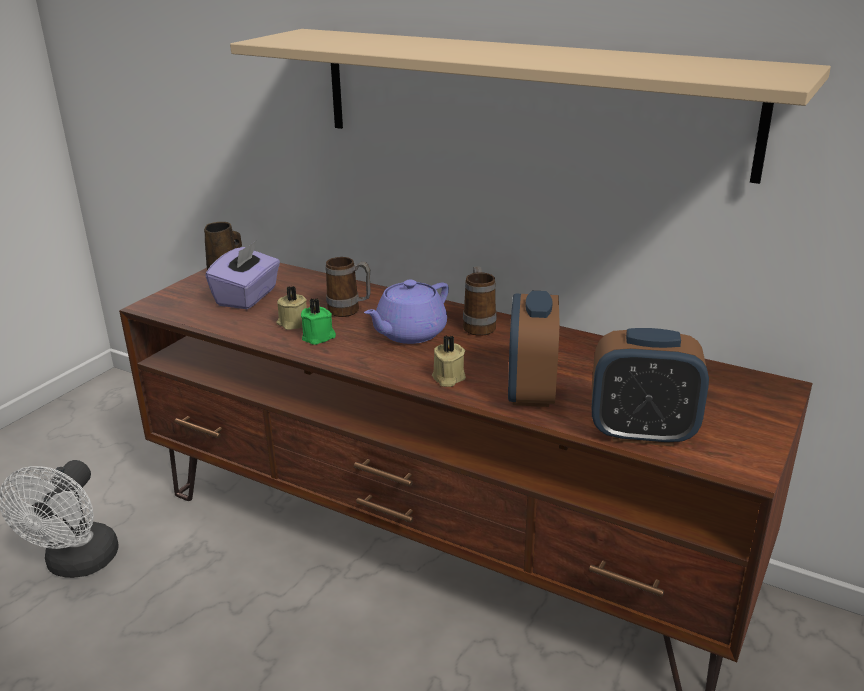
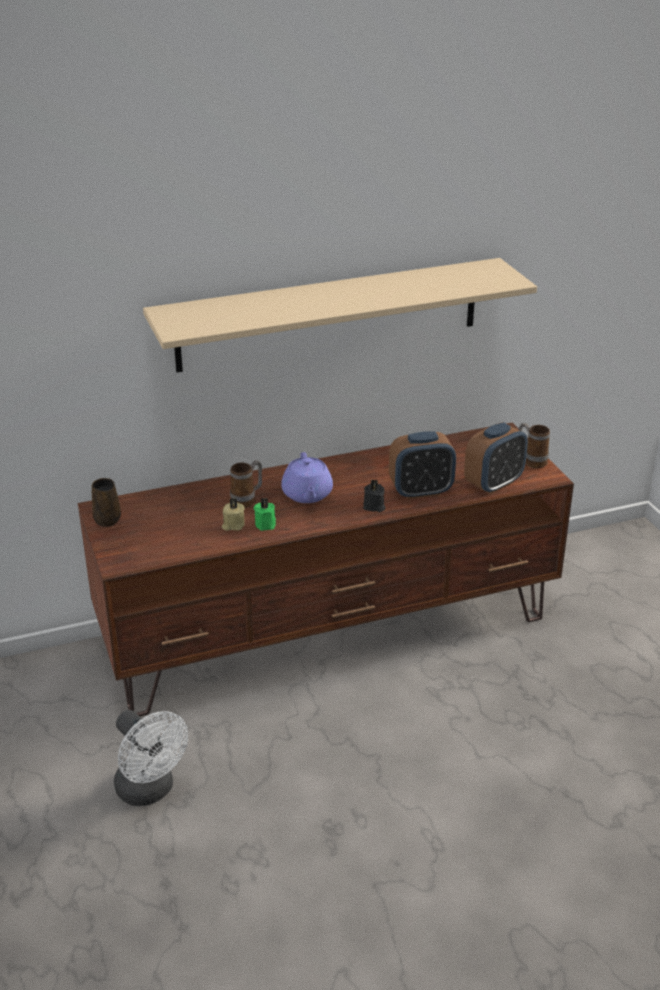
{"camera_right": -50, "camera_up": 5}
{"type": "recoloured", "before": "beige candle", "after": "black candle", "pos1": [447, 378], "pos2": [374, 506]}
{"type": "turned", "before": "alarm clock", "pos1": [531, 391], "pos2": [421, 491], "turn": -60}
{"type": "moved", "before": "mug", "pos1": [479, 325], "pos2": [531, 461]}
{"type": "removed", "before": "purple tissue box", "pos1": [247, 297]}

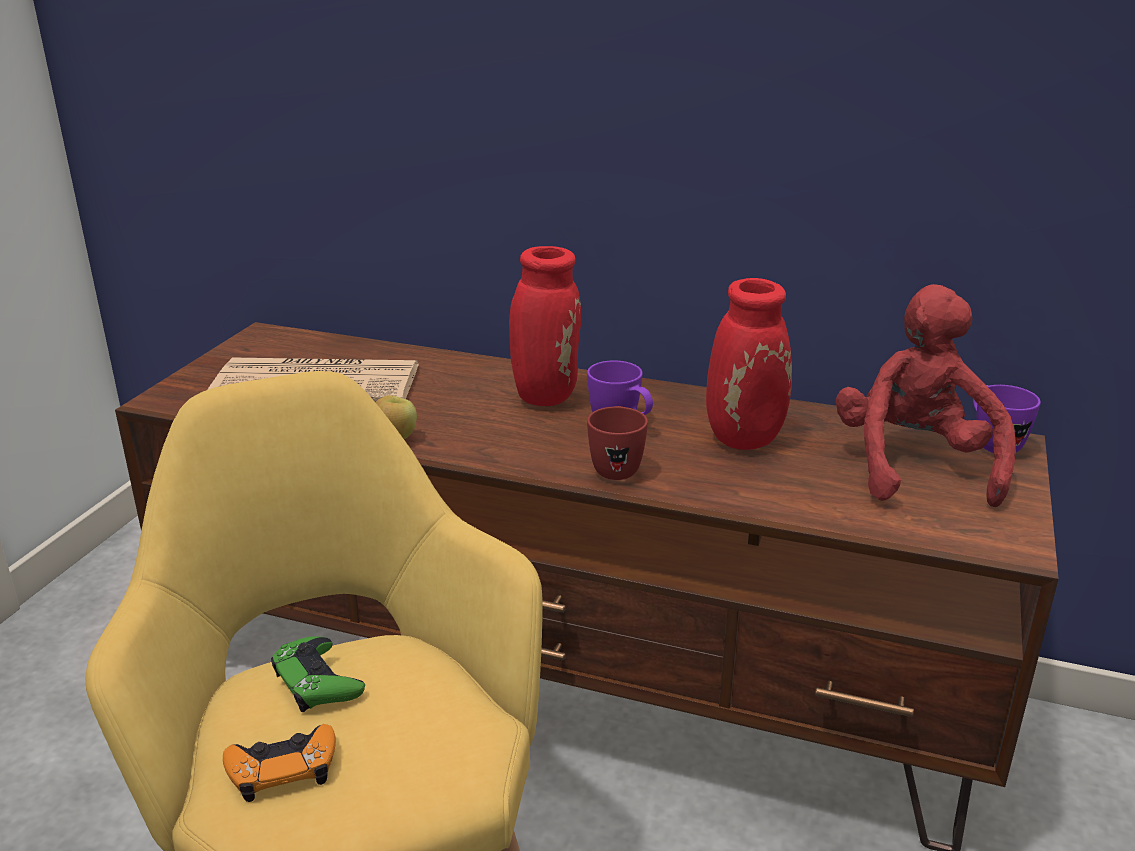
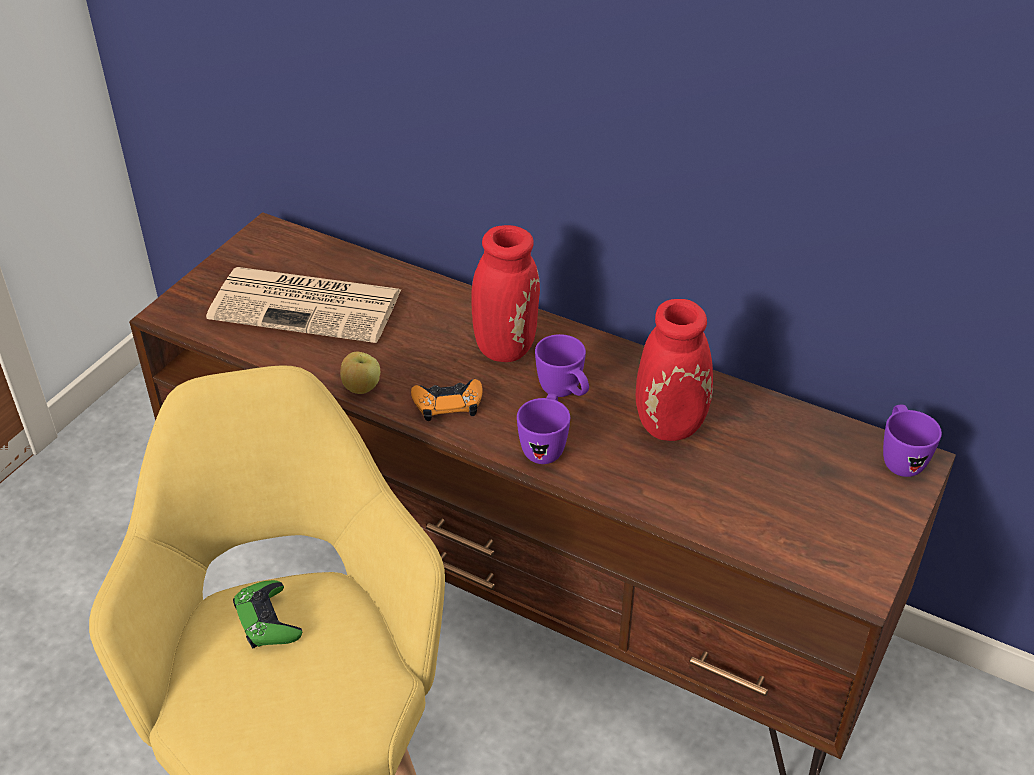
{"camera_right": 10, "camera_up": 15}
{"type": "moved", "before": "orange game controller", "pos1": [283, 768], "pos2": [448, 403]}
{"type": "recoloured", "before": "red mug", "after": "purple mug", "pos1": [616, 467], "pos2": [545, 447]}
{"type": "removed", "before": "red plush toy", "pos1": [914, 465]}

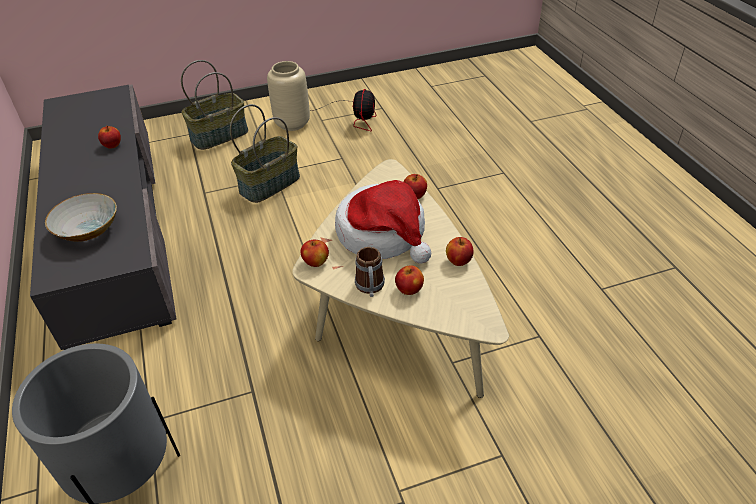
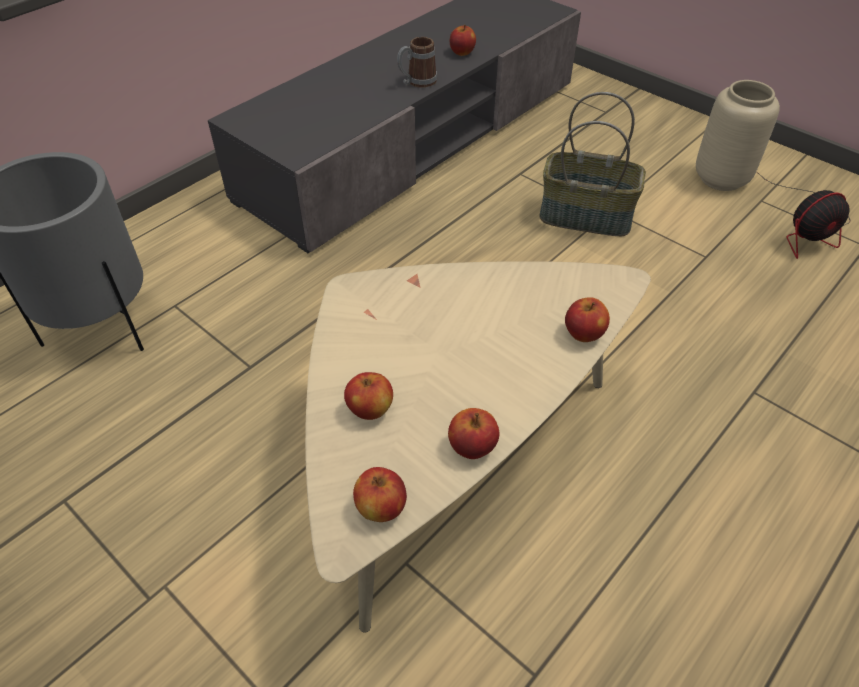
{"camera_right": 60, "camera_up": 5}
{"type": "moved", "before": "apple", "pos1": [316, 262], "pos2": [381, 508]}
{"type": "moved", "before": "mug", "pos1": [370, 288], "pos2": [417, 82]}
{"type": "removed", "before": "bowl", "pos1": [87, 230]}
{"type": "removed", "before": "basket", "pos1": [219, 135]}
{"type": "removed", "before": "hat", "pos1": [383, 234]}

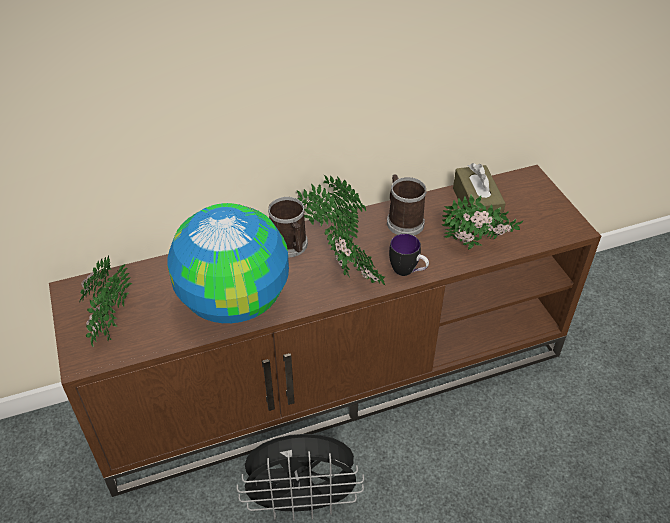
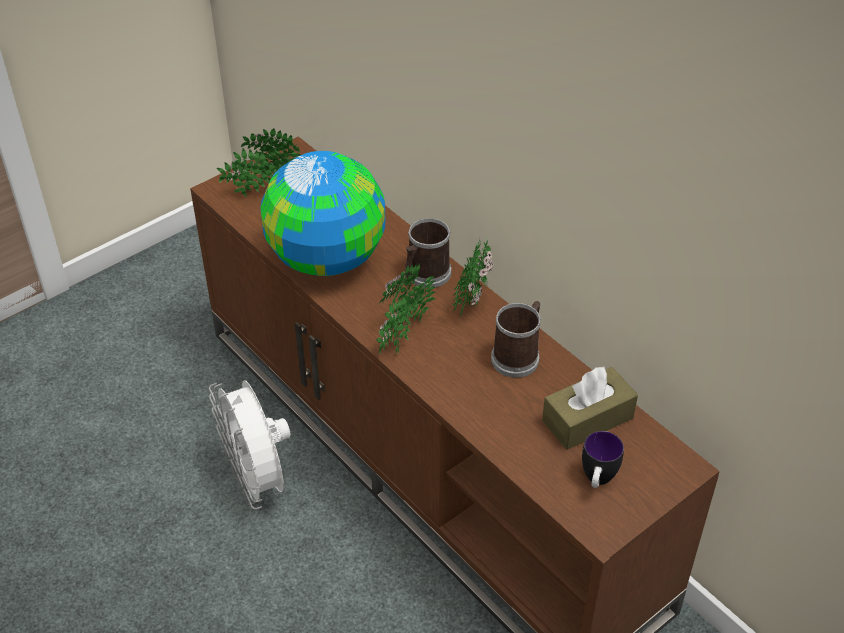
{"camera_right": 70, "camera_up": 0}
{"type": "recoloured", "before": "black fan", "after": "white fan", "pos1": [302, 502], "pos2": [257, 481]}
{"type": "moved", "before": "mug", "pos1": [408, 272], "pos2": [597, 481]}
{"type": "removed", "before": "potted plant", "pos1": [477, 246]}

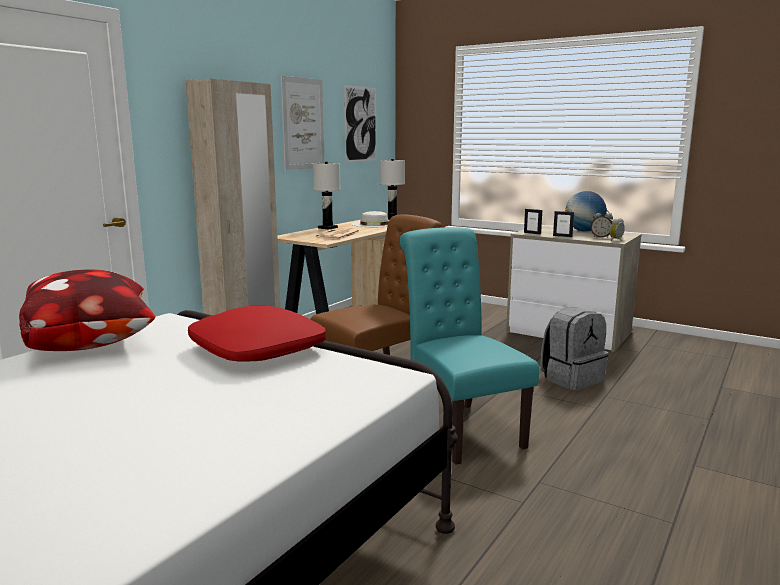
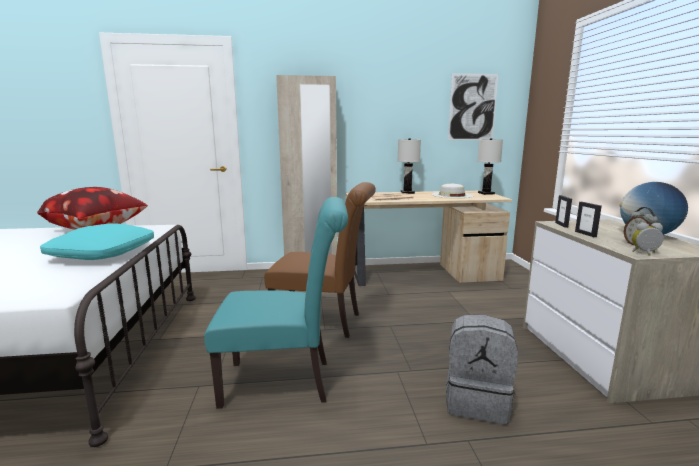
{"camera_right": 50, "camera_up": 0}
{"type": "recoloured", "before": "red pillow", "after": "turquoise pillow", "pos1": [256, 350], "pos2": [102, 253]}
{"type": "turned", "before": "turquoise chair", "pos1": [460, 428], "pos2": [285, 382], "turn": 60}
{"type": "removed", "before": "picture", "pos1": [303, 124]}

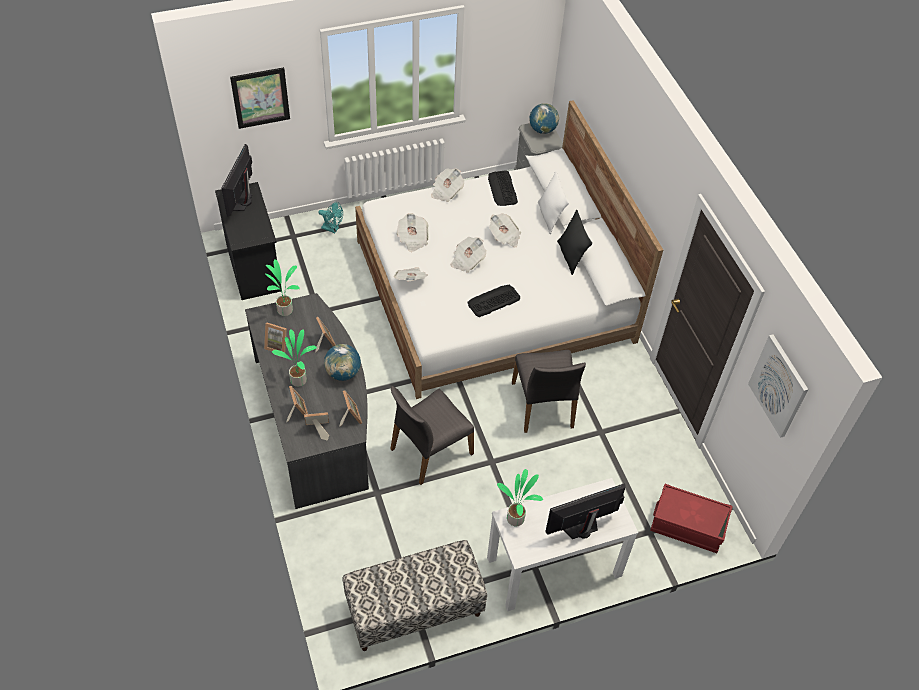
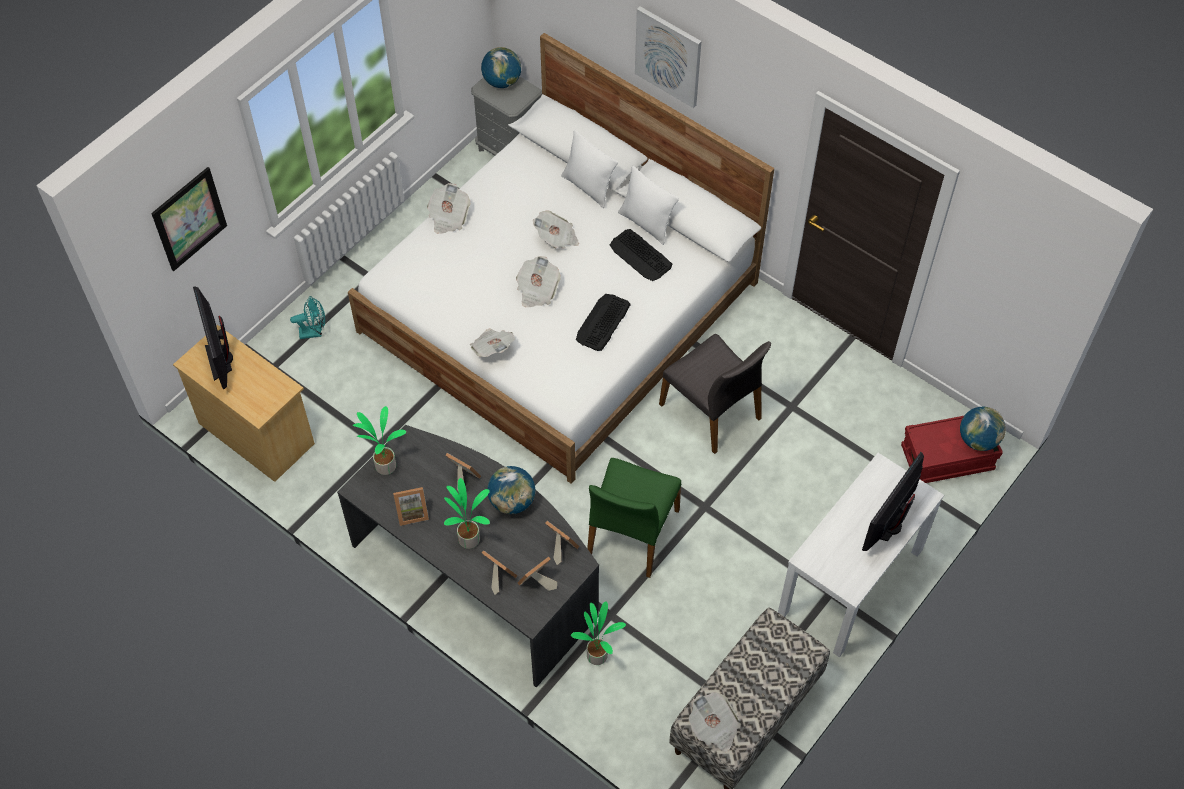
{"camera_right": -30, "camera_up": 5}
{"type": "recoloured", "before": "black dresser", "after": "beige dresser", "pos1": [253, 267], "pos2": [256, 433]}
{"type": "moved", "before": "potted plant", "pos1": [516, 518], "pos2": [598, 654]}
{"type": "recoloured", "before": "grey chair", "after": "green chair", "pos1": [430, 451], "pos2": [631, 534]}
{"type": "moved", "before": "keyboard", "pos1": [502, 189], "pos2": [640, 256]}
{"type": "recoloured", "before": "black pillow", "after": "white pillow", "pos1": [570, 257], "pos2": [646, 223]}
{"type": "moved", "before": "picture", "pos1": [779, 386], "pos2": [668, 56]}
{"type": "moved", "before": "newspaper", "pos1": [413, 239], "pos2": [714, 728]}
{"type": "added", "after": "globe", "pos2": [978, 440]}

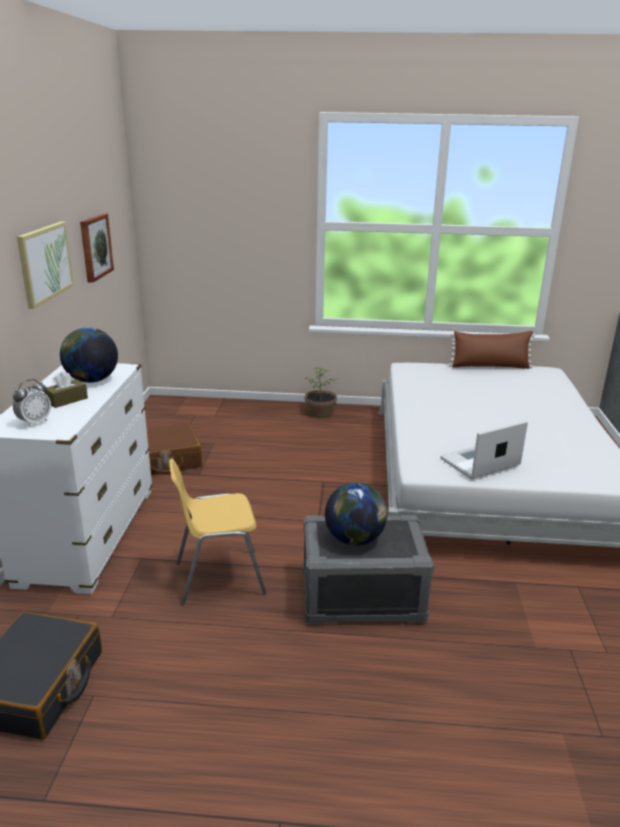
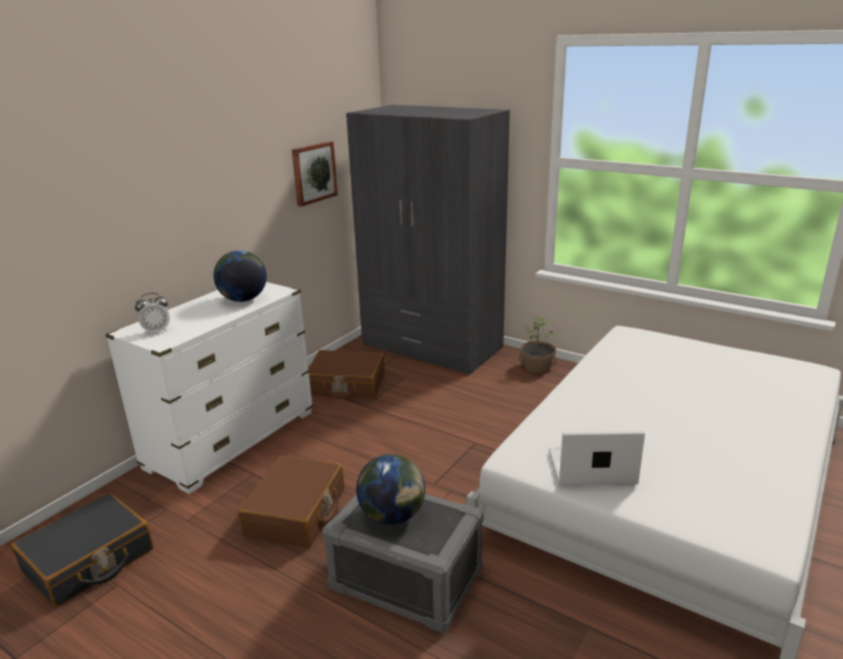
{"camera_right": 30, "camera_up": 0}
{"type": "replaced", "before": "yellow chair", "after": "brown suitcase", "pos1": [218, 577], "pos2": [296, 513]}
{"type": "added", "after": "grey wardrobe", "pos2": [432, 347]}
{"type": "removed", "before": "picture", "pos1": [45, 263]}
{"type": "removed", "before": "brown tissue box", "pos1": [67, 400]}
{"type": "removed", "before": "brown pillow", "pos1": [490, 366]}

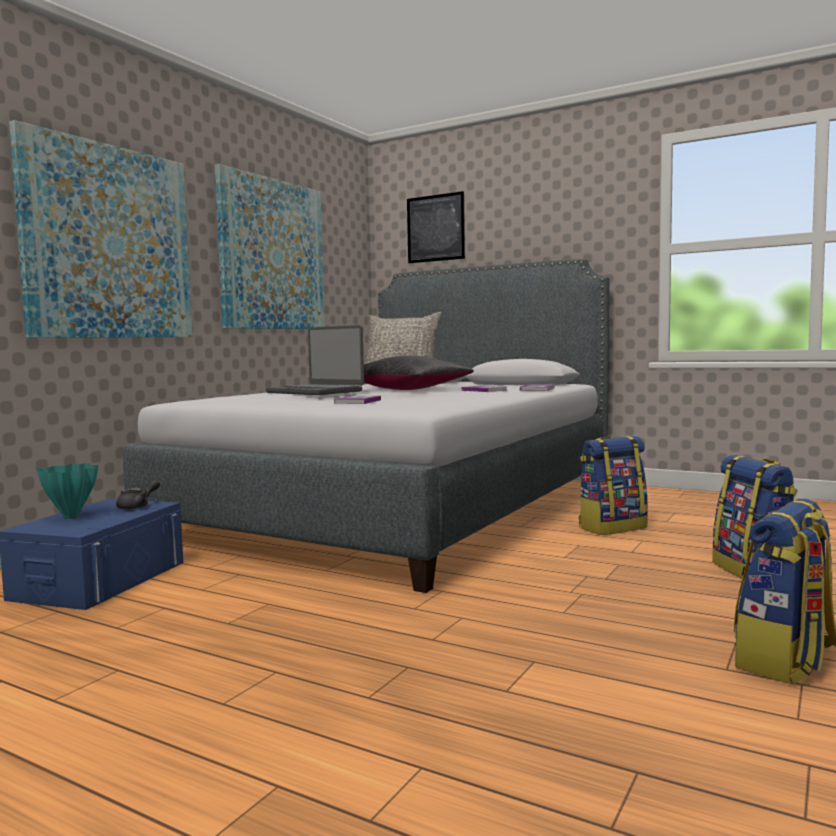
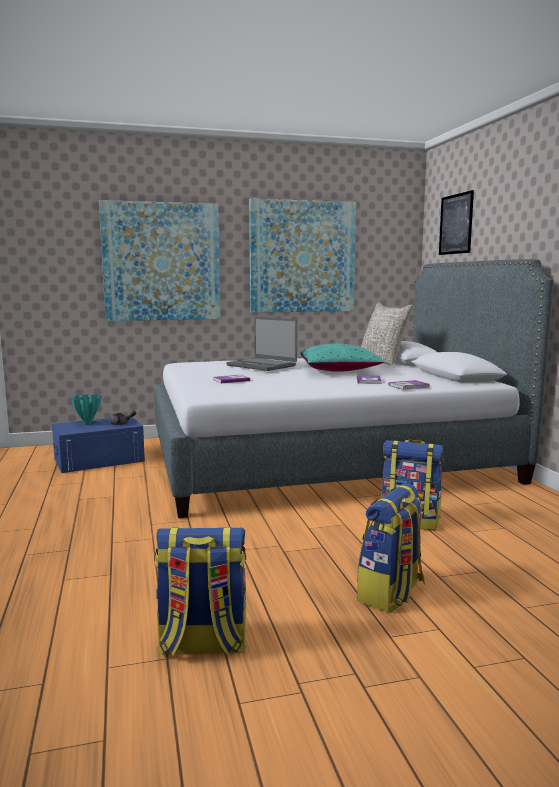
{"camera_right": 45, "camera_up": 5}
{"type": "turned", "before": "laptop", "pos1": [315, 392], "pos2": [262, 365], "turn": -45}
{"type": "recoloured", "before": "black pillow", "after": "turquoise pillow", "pos1": [408, 389], "pos2": [338, 370]}

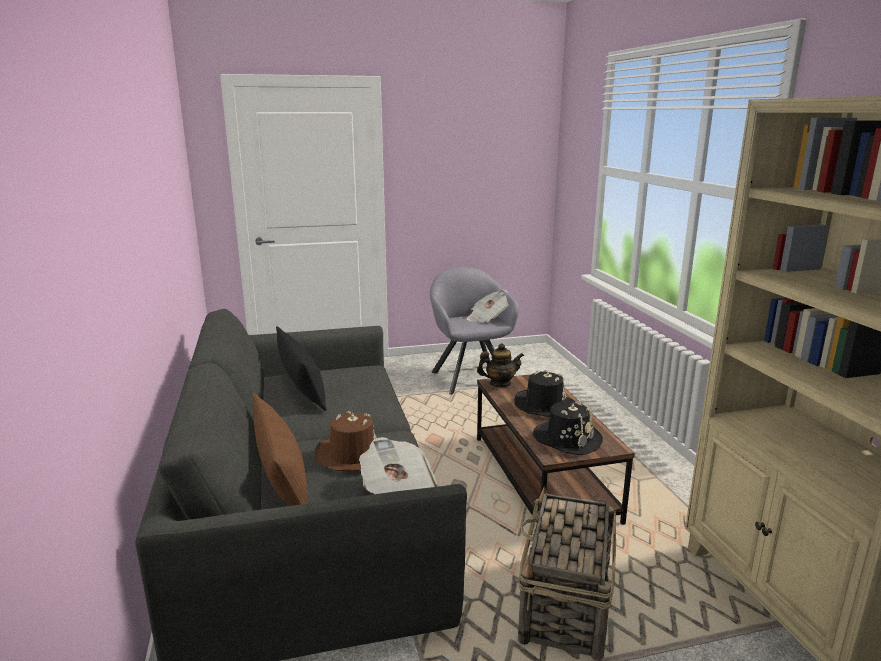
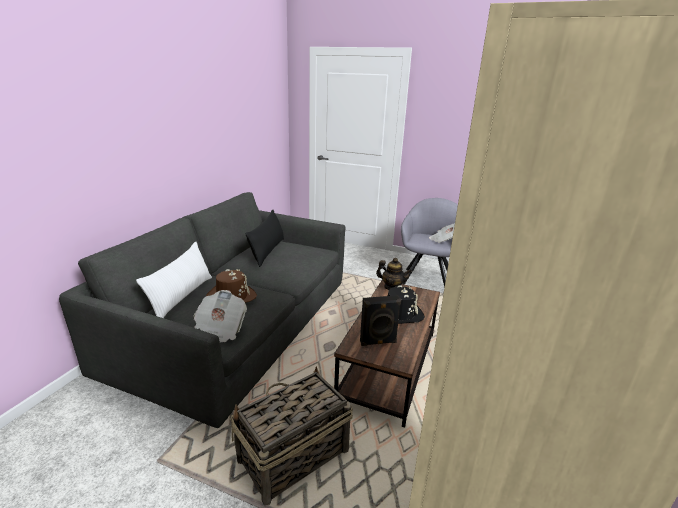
{"camera_right": 35, "camera_up": 5}
{"type": "recoloured", "before": "brown pillow", "after": "white pillow", "pos1": [282, 481], "pos2": [181, 297]}
{"type": "replaced", "before": "black hat", "after": "black speaker", "pos1": [567, 439], "pos2": [378, 342]}

